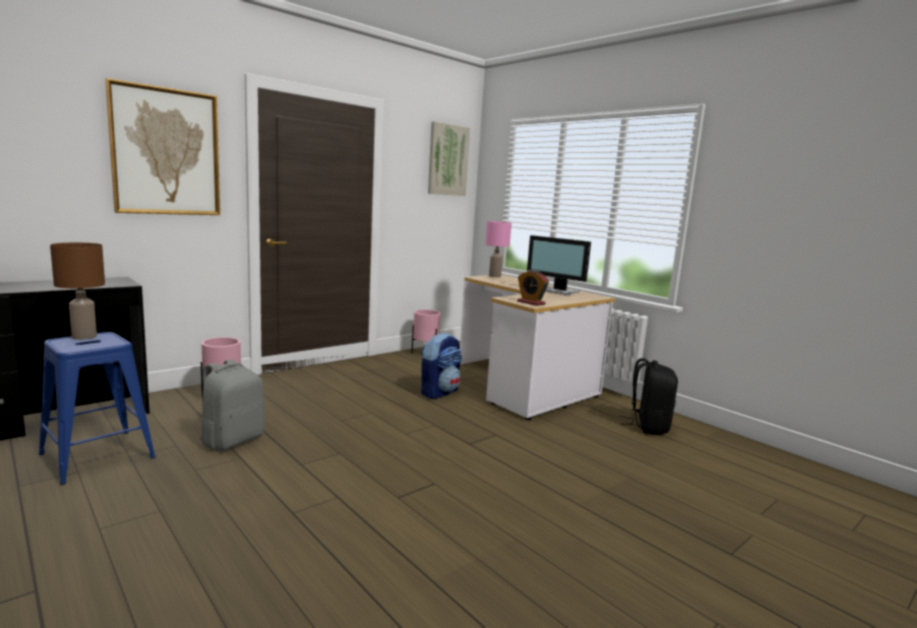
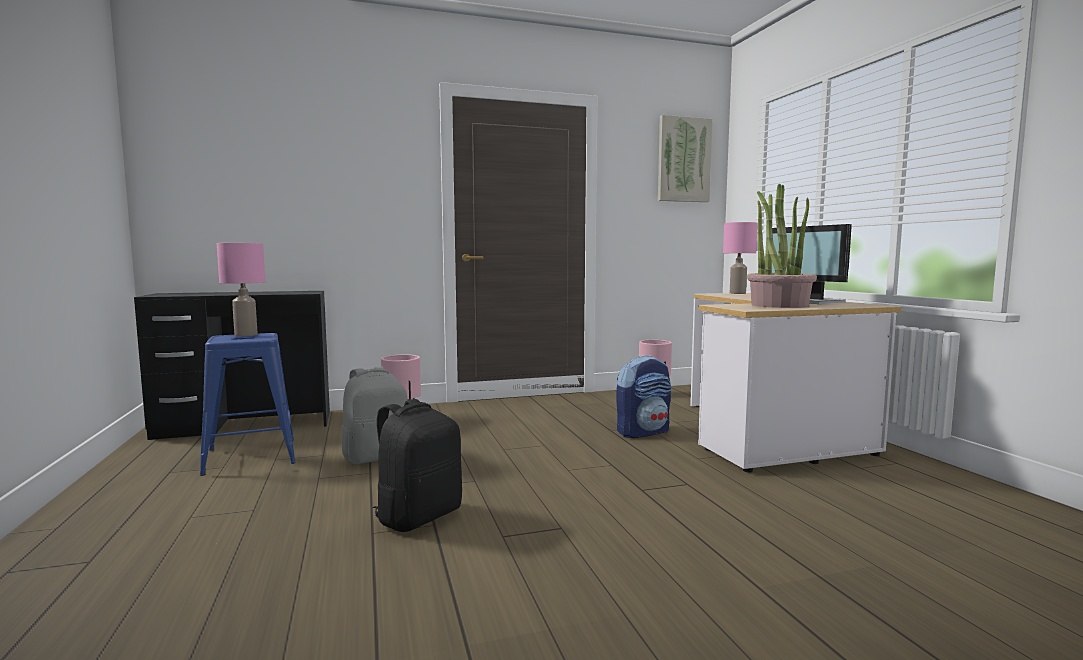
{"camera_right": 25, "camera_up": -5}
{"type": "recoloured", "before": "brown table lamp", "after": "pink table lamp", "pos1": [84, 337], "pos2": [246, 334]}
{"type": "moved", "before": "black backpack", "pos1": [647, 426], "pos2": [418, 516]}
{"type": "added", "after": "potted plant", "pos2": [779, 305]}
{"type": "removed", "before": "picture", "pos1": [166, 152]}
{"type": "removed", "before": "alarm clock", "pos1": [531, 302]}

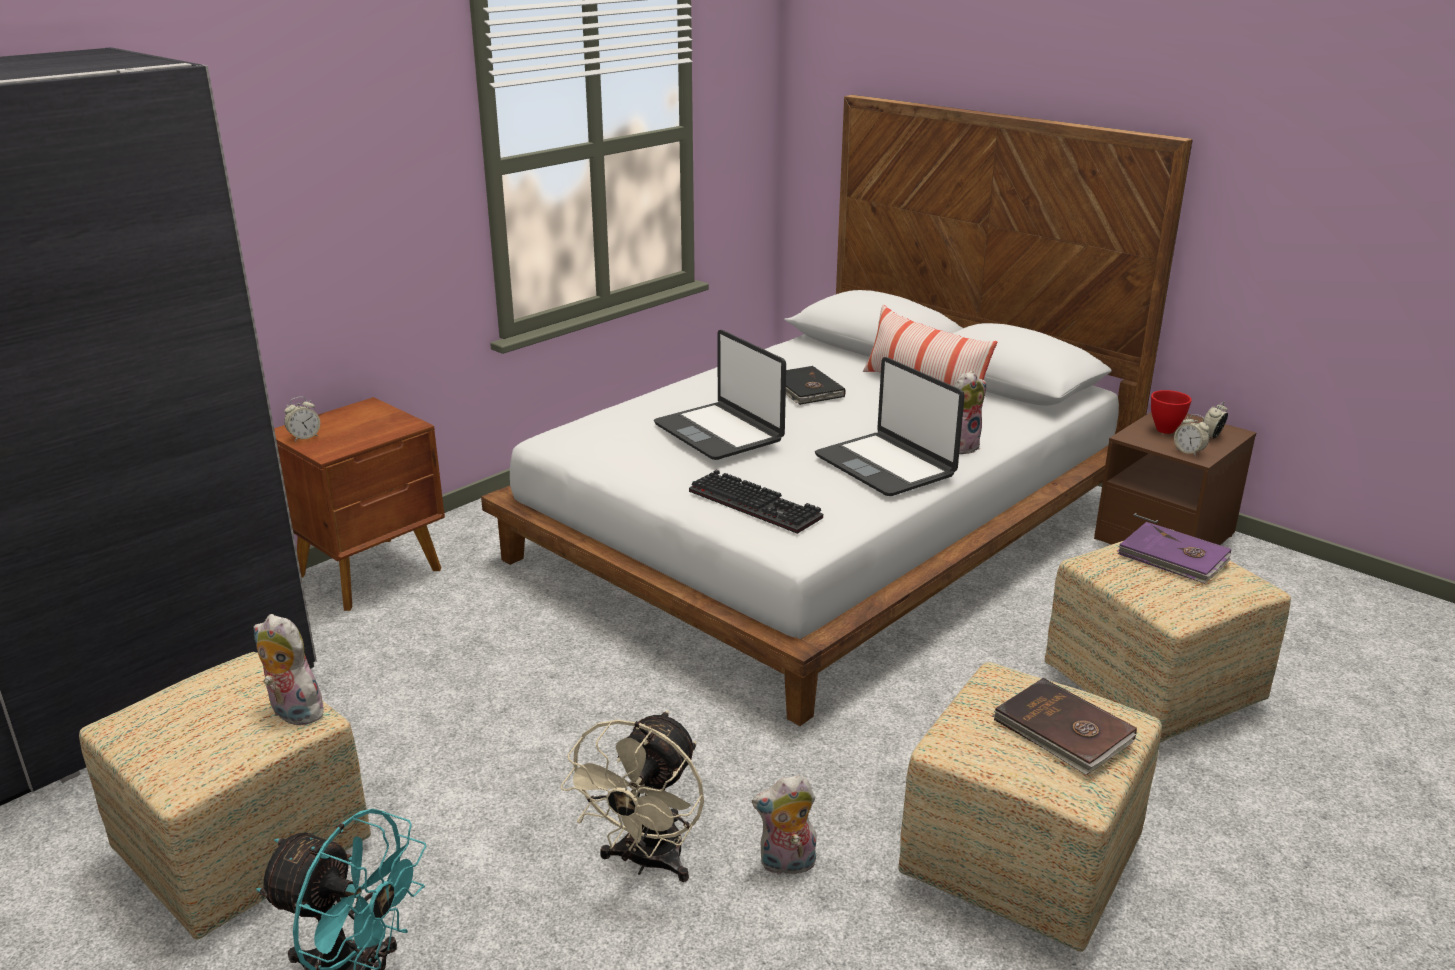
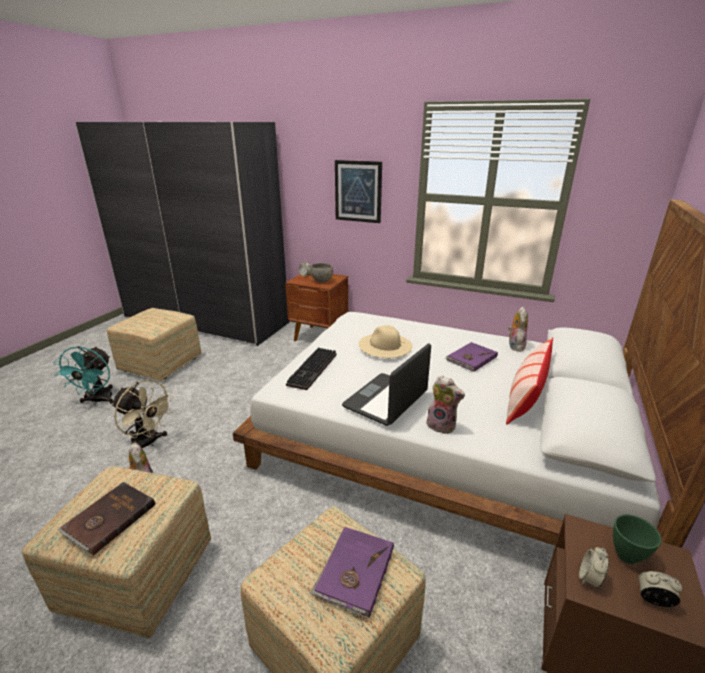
{"camera_right": 70, "camera_up": 0}
{"type": "turned", "before": "beige fan", "pos1": [646, 862], "pos2": [148, 443], "turn": -150}
{"type": "added", "after": "grey bowl", "pos2": [322, 281]}
{"type": "added", "after": "picture", "pos2": [358, 191]}
{"type": "replaced", "before": "laptop", "after": "beige hat", "pos1": [719, 432], "pos2": [385, 345]}
{"type": "recoloured", "before": "black book", "after": "purple book", "pos1": [805, 389], "pos2": [471, 358]}
{"type": "moved", "before": "plush toy", "pos1": [292, 713], "pos2": [514, 346]}
{"type": "recoloured", "before": "red bowl", "after": "green bowl", "pos1": [1164, 430], "pos2": [625, 555]}

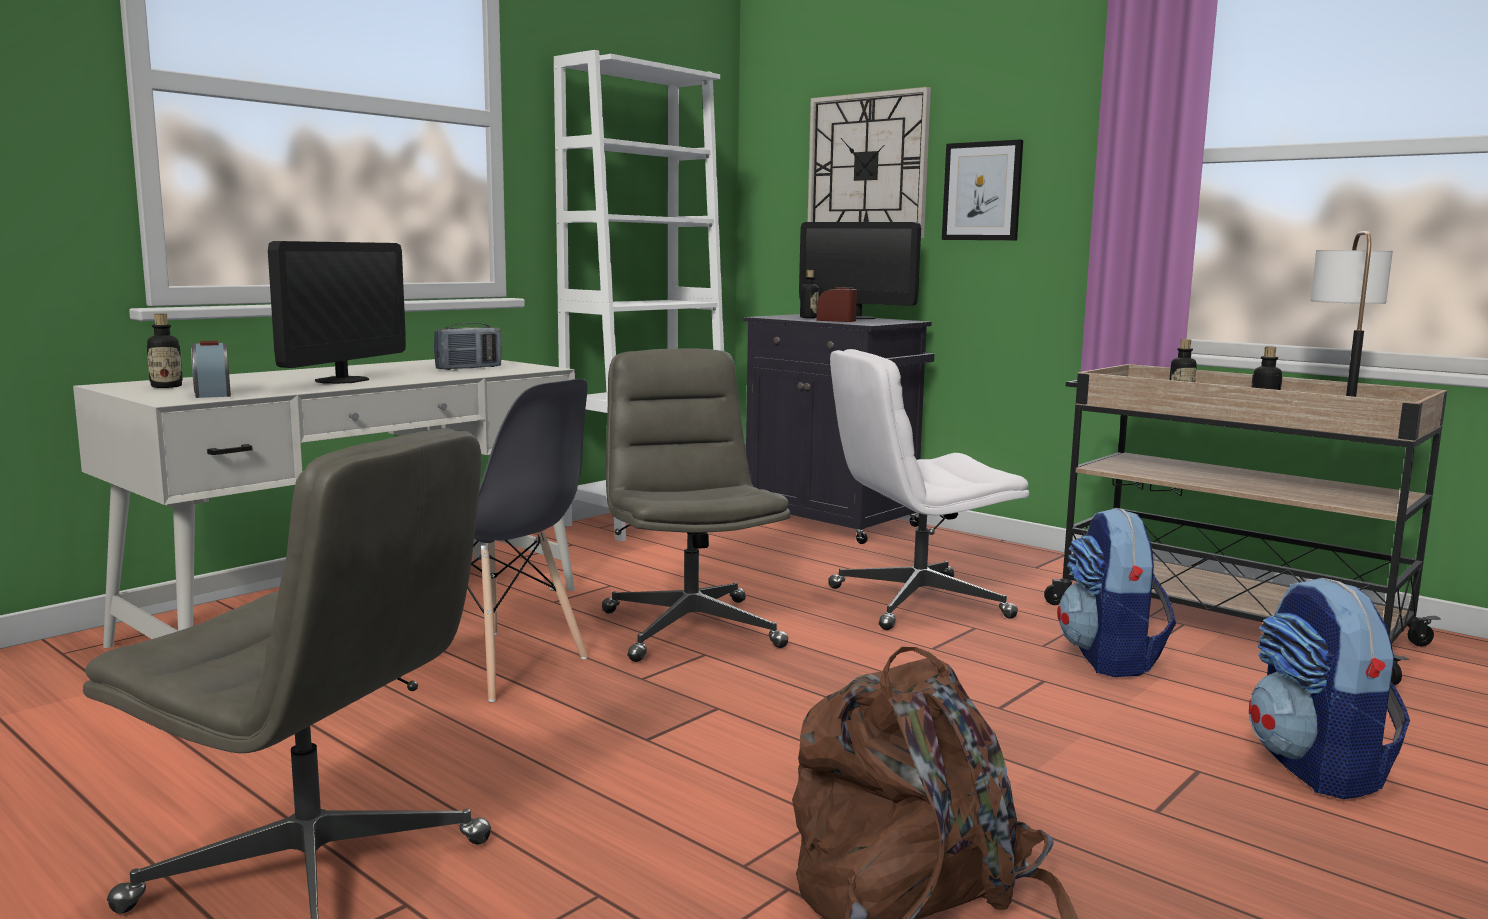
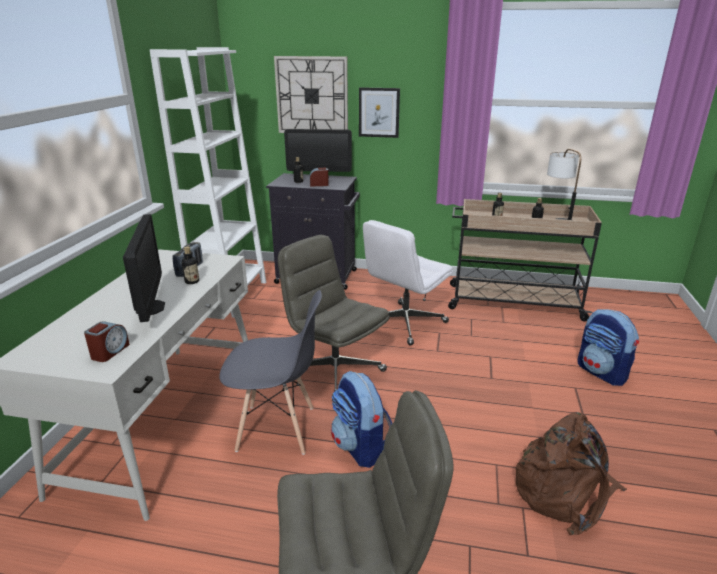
{"camera_right": -30, "camera_up": 15}
{"type": "turned", "before": "alarm clock", "pos1": [212, 393], "pos2": [110, 352], "turn": -105}
{"type": "moved", "before": "bottle", "pos1": [166, 386], "pos2": [192, 281]}
{"type": "moved", "before": "backpack", "pos1": [1110, 659], "pos2": [361, 447]}

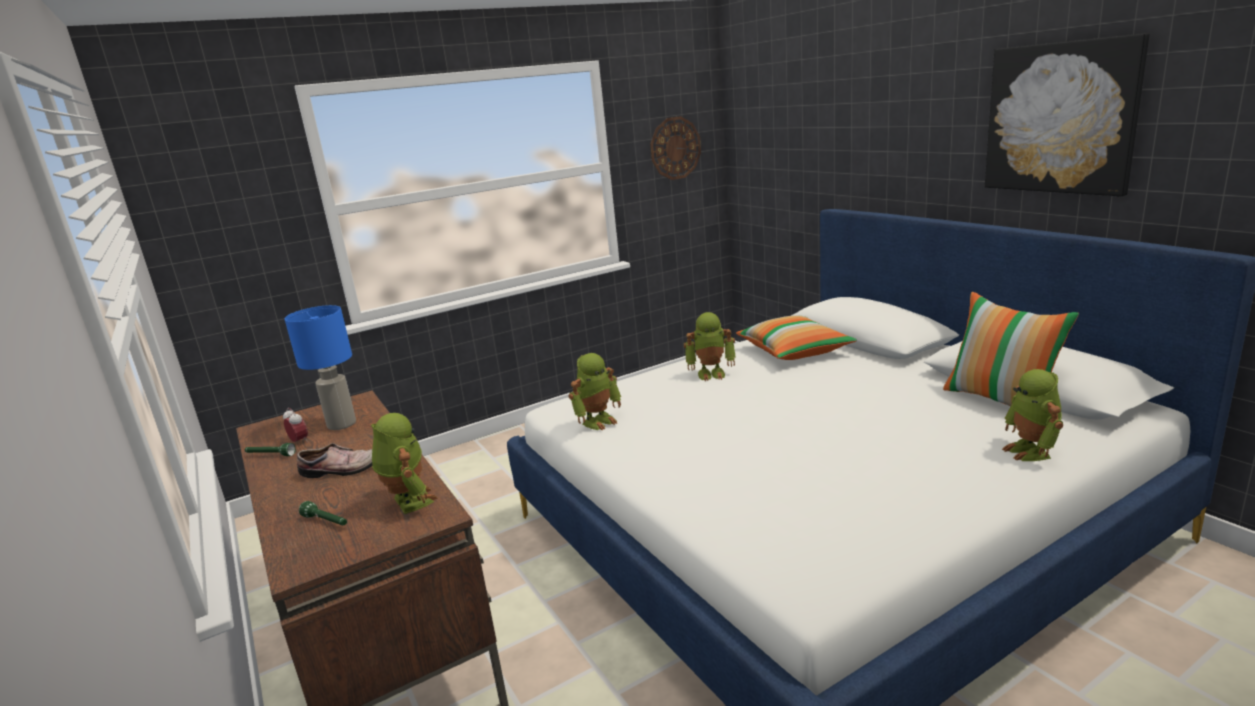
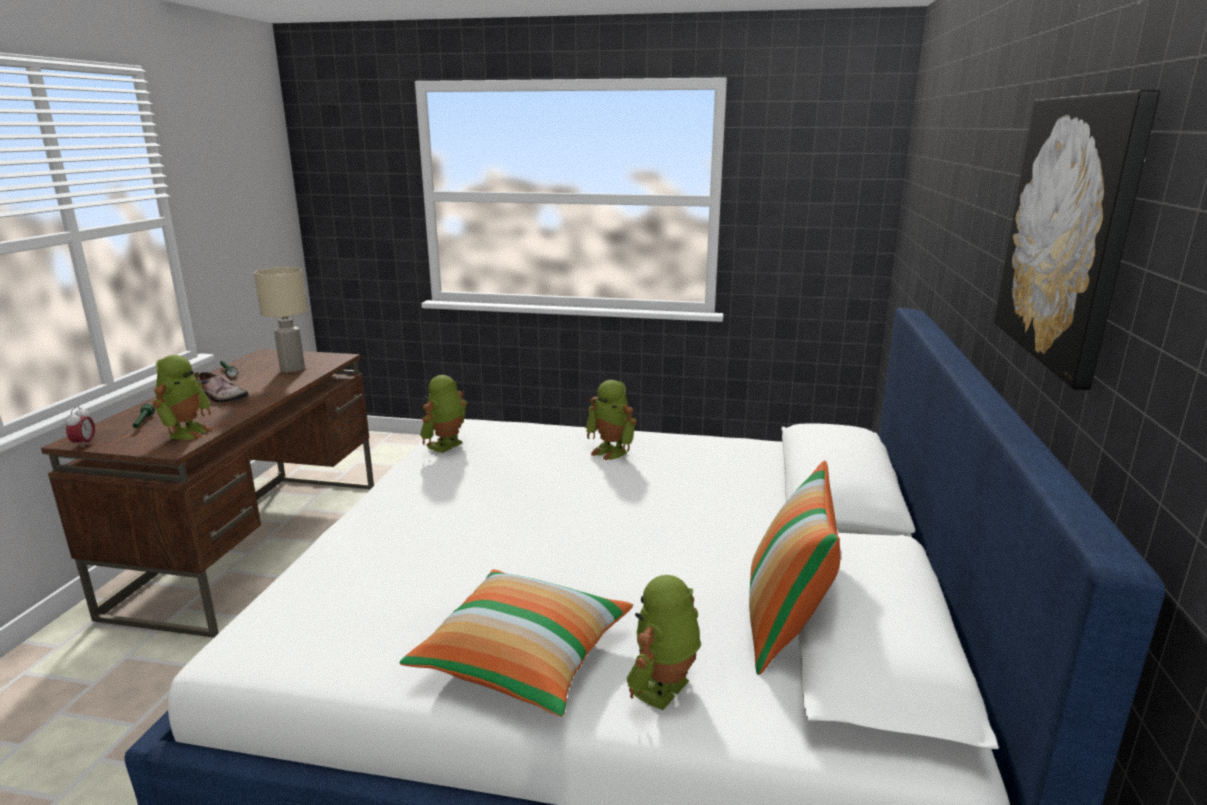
{"camera_right": 40, "camera_up": 0}
{"type": "moved", "before": "alarm clock", "pos1": [299, 442], "pos2": [84, 444]}
{"type": "recoloured", "before": "blue table lamp", "after": "beige table lamp", "pos1": [342, 424], "pos2": [292, 369]}
{"type": "moved", "before": "pillow", "pos1": [794, 351], "pos2": [524, 659]}
{"type": "turned", "before": "toy robot", "pos1": [598, 421], "pos2": [447, 446], "turn": 120}
{"type": "removed", "before": "wall clock", "pos1": [675, 148]}

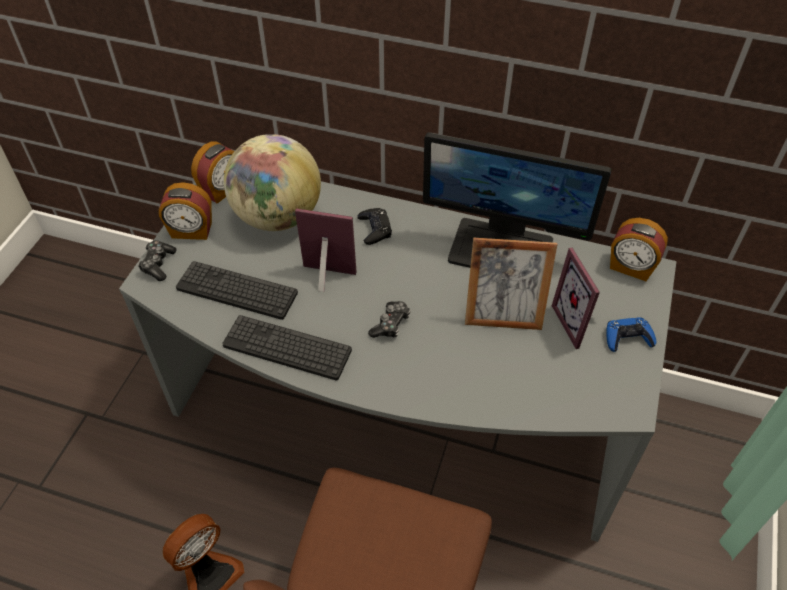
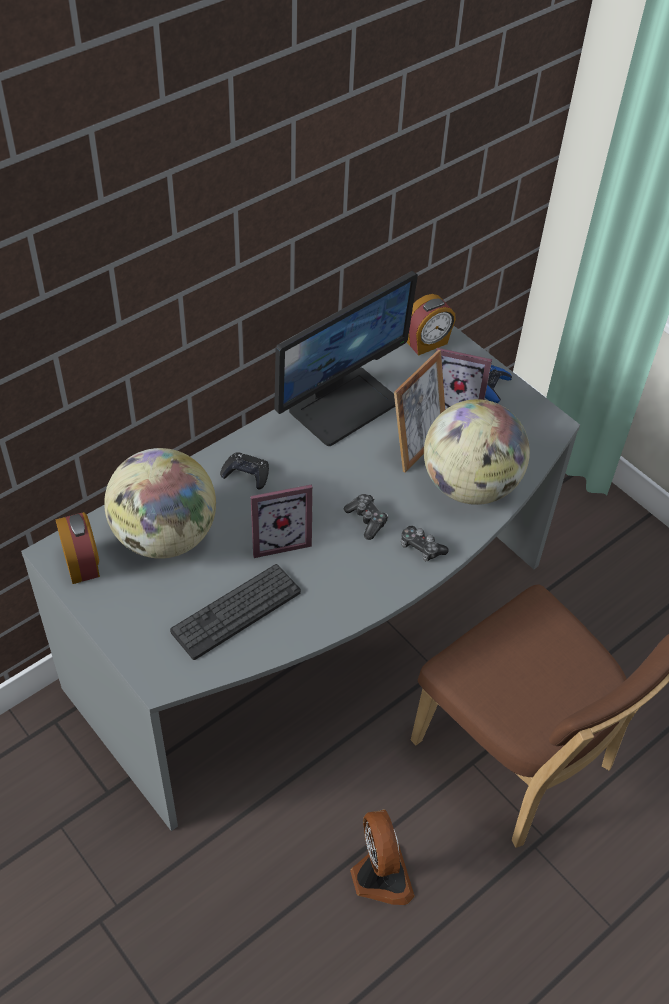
{"camera_right": -60, "camera_up": 0}
{"type": "turned", "before": "picture frame", "pos1": [326, 279], "pos2": [278, 539], "turn": -150}
{"type": "moved", "before": "game controller", "pos1": [158, 264], "pos2": [421, 548]}
{"type": "added", "after": "globe", "pos2": [470, 486]}
{"type": "removed", "before": "alarm clock", "pos1": [191, 231]}
{"type": "removed", "before": "keyboard", "pos1": [287, 348]}

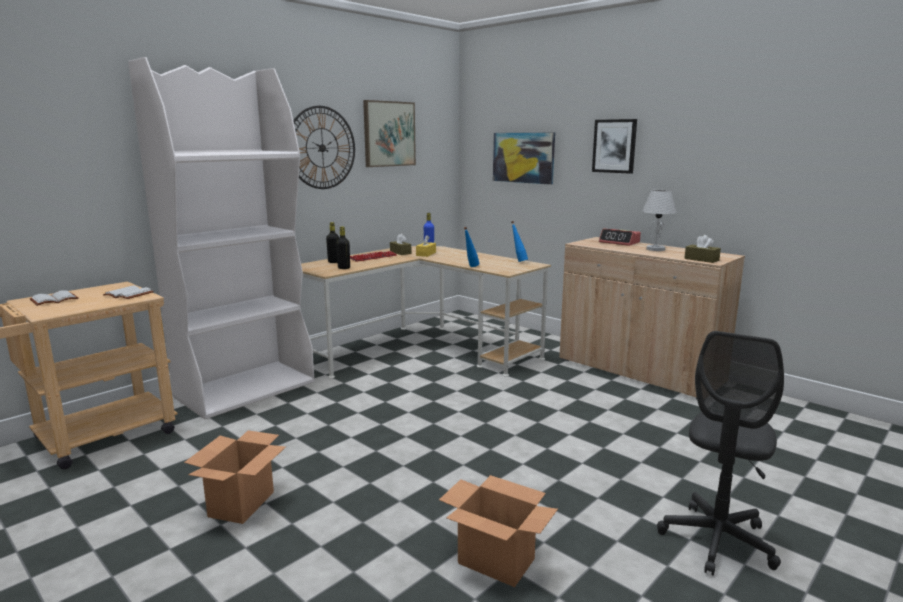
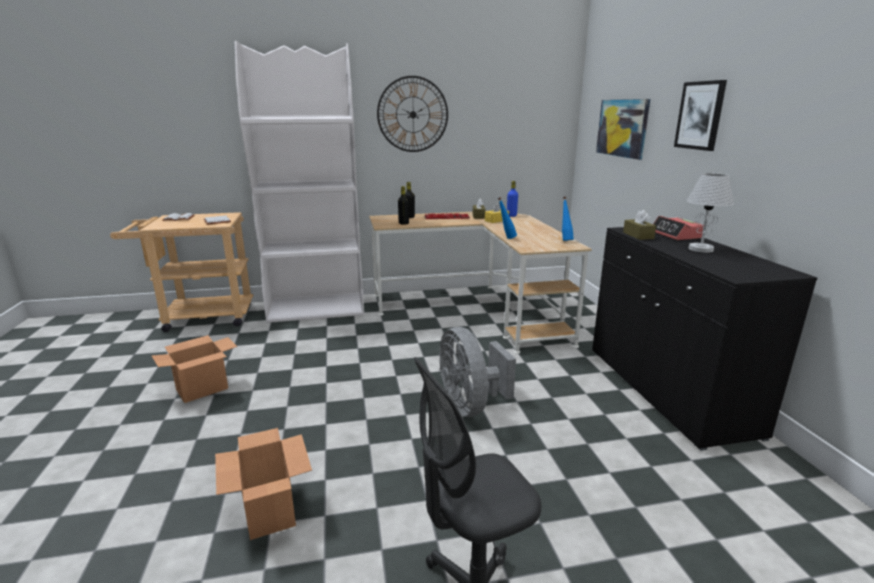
{"camera_right": 35, "camera_up": 5}
{"type": "added", "after": "grey fan", "pos2": [470, 405]}
{"type": "recoloured", "before": "beige cabinet", "after": "black cabinet", "pos1": [639, 371], "pos2": [667, 390]}
{"type": "moved", "before": "brown tissue box", "pos1": [701, 259], "pos2": [638, 235]}
{"type": "removed", "before": "picture", "pos1": [389, 134]}

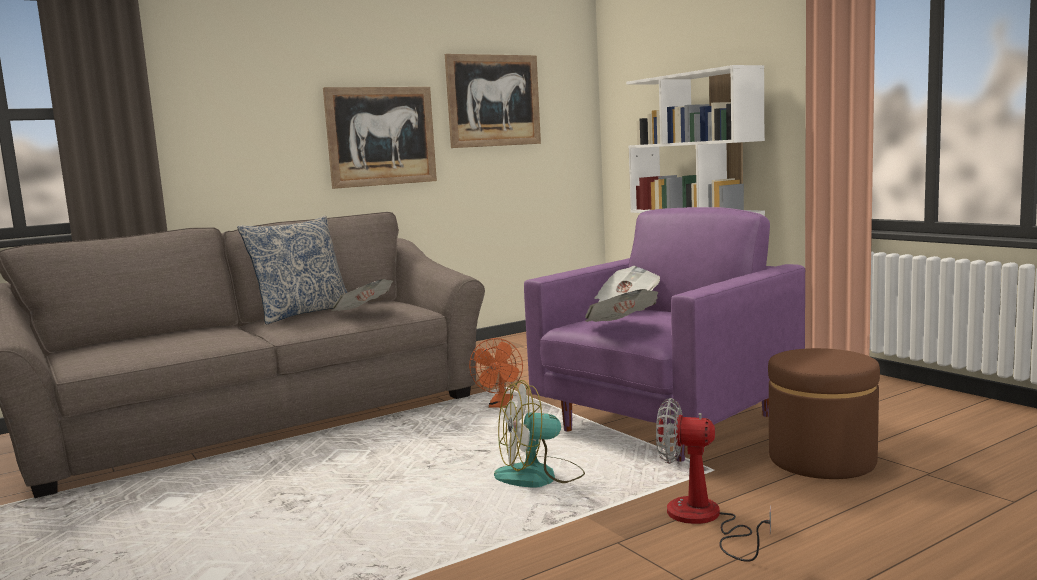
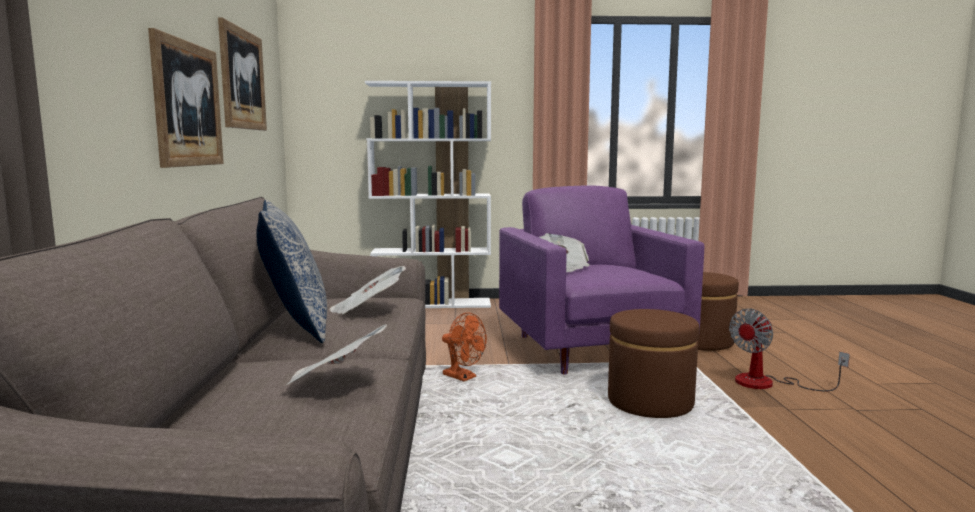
{"camera_right": -60, "camera_up": 0}
{"type": "moved", "before": "newspaper", "pos1": [621, 327], "pos2": [334, 383]}
{"type": "replaced", "before": "fan", "after": "brown ottoman", "pos1": [540, 476], "pos2": [650, 402]}

